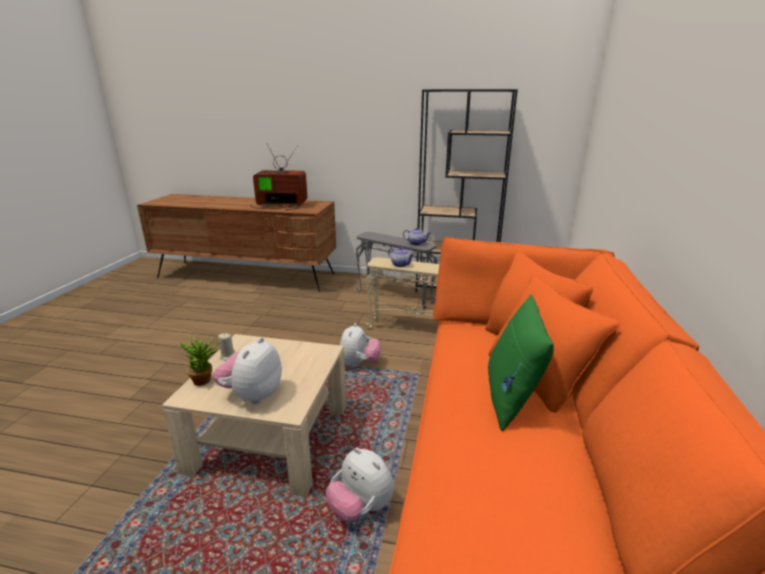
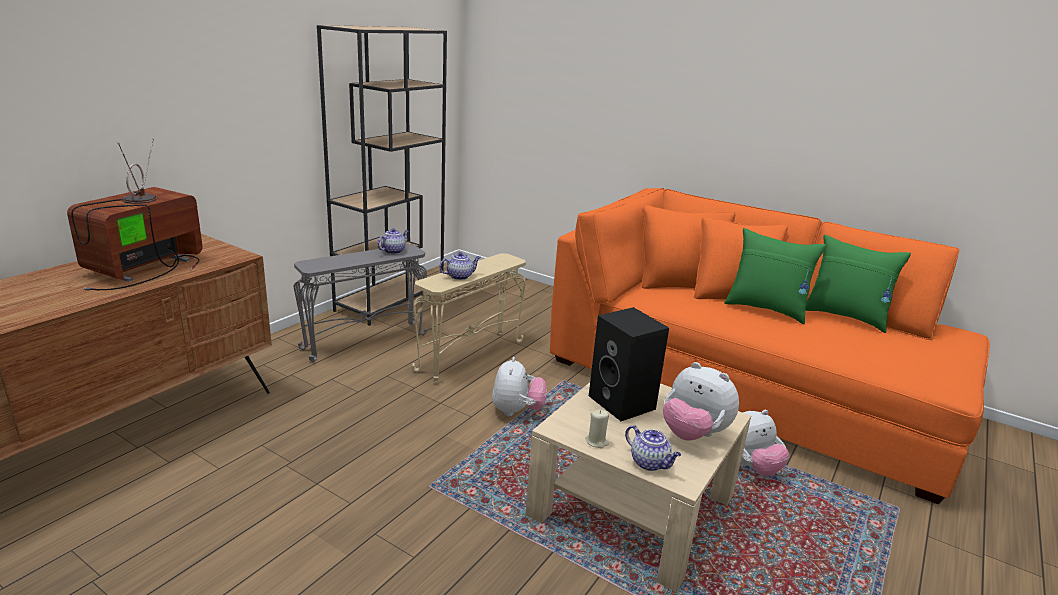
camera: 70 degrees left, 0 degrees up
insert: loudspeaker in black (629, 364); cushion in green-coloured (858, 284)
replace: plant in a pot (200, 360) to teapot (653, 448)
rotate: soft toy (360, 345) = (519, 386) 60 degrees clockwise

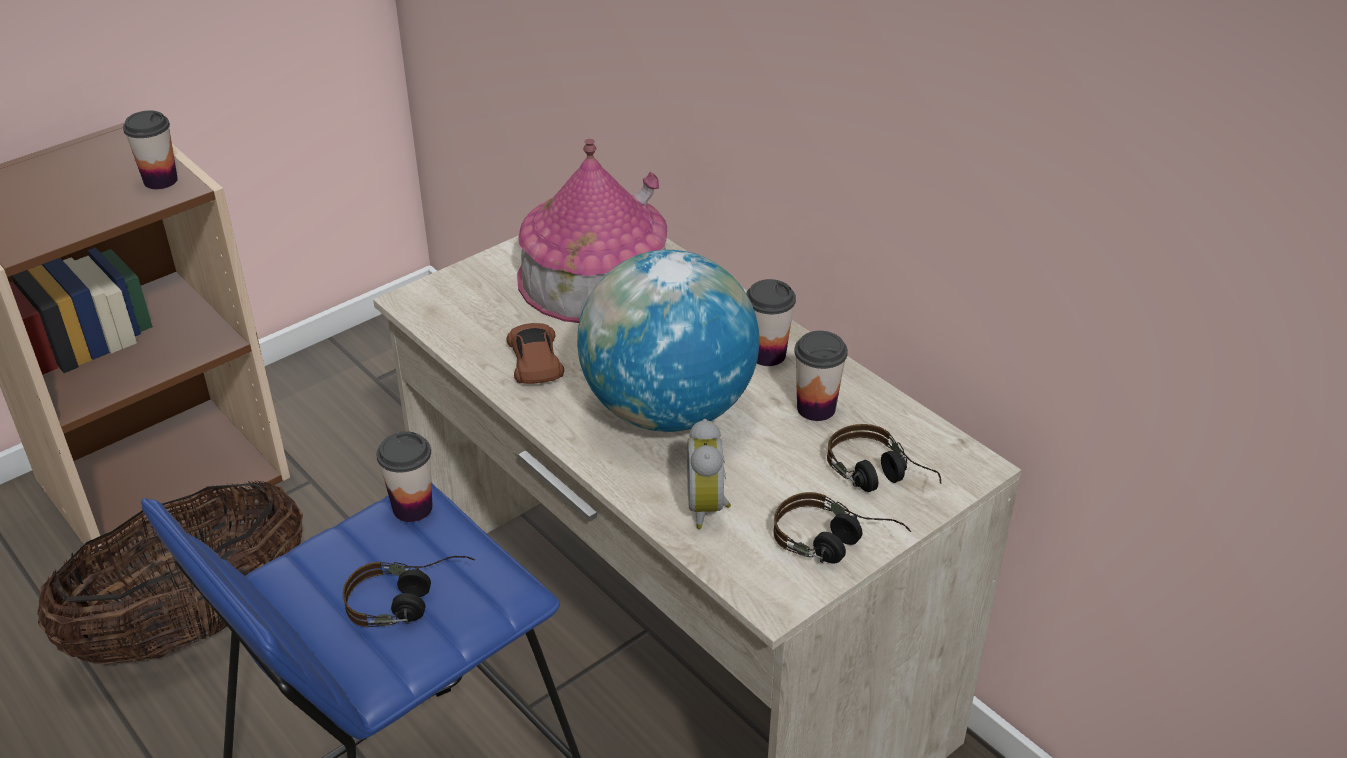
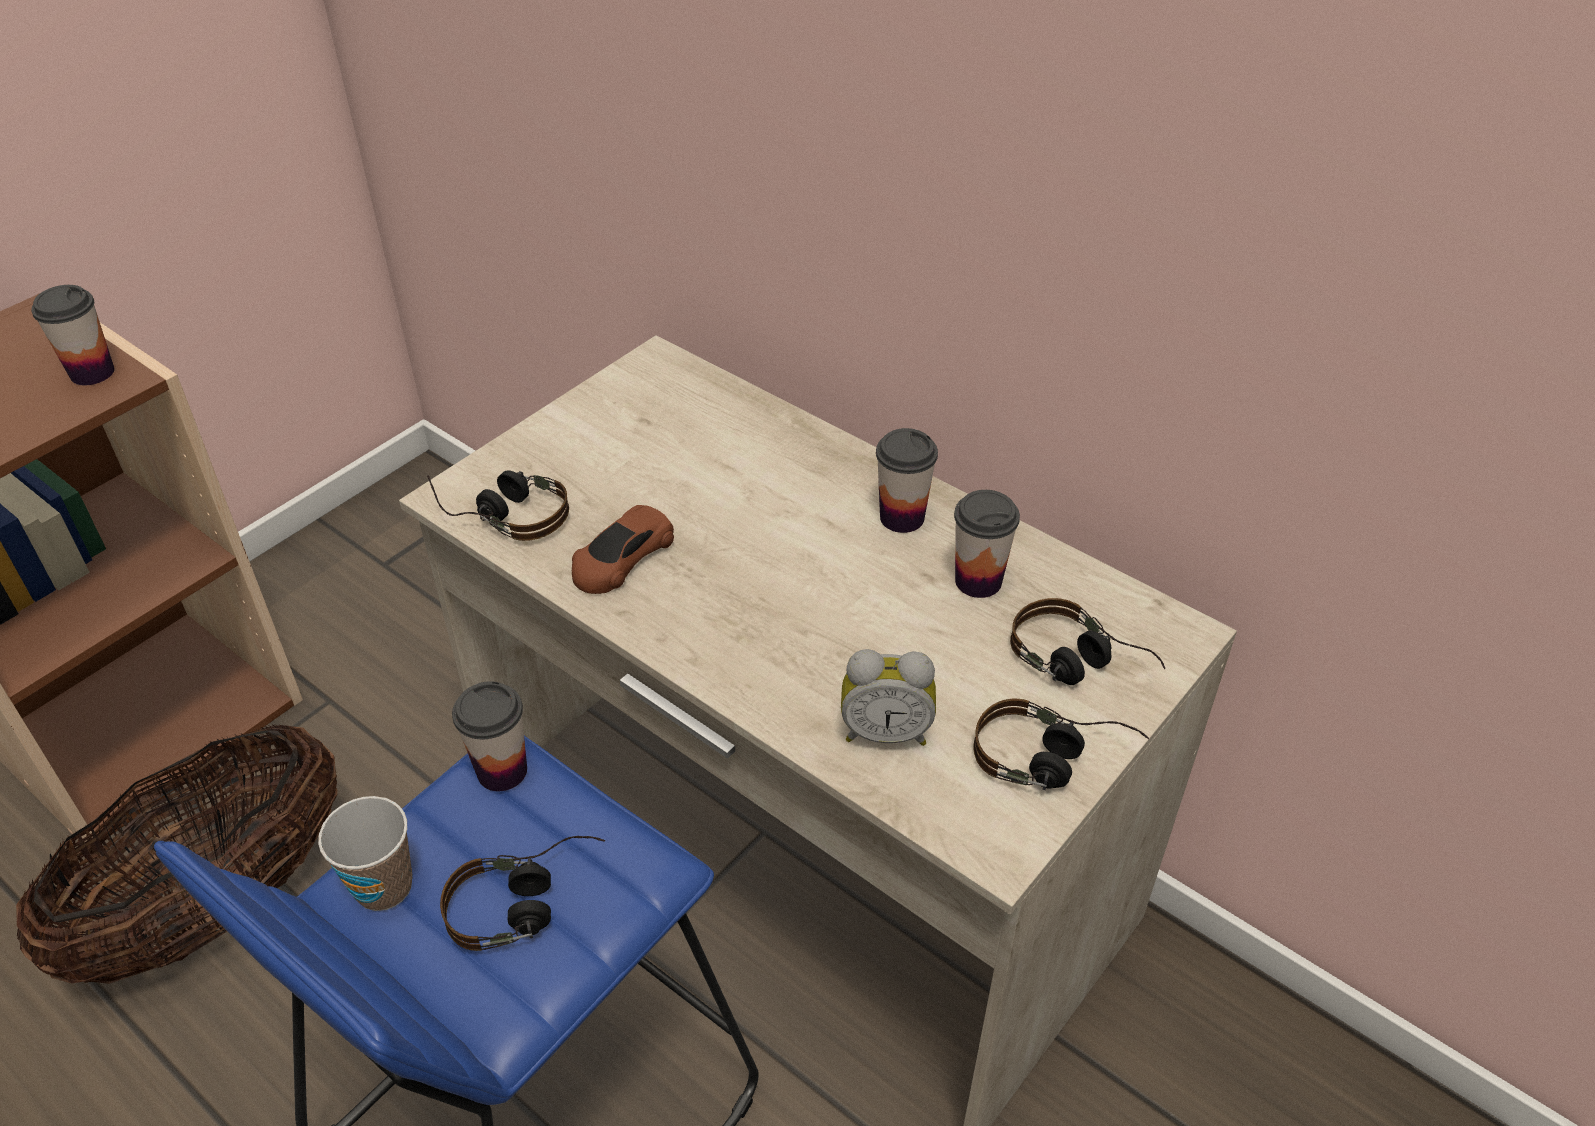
camera: 10 degrees left, 5 degrees up
delete: miniature house (592, 231); world globe (668, 341)
insert: small cup (365, 853); headset (498, 506)
rotate: toy car in brown (535, 353) = (623, 549) 120 degrees counterclockwise; bedside clock (709, 474) = (888, 697) 75 degrees counterclockwise

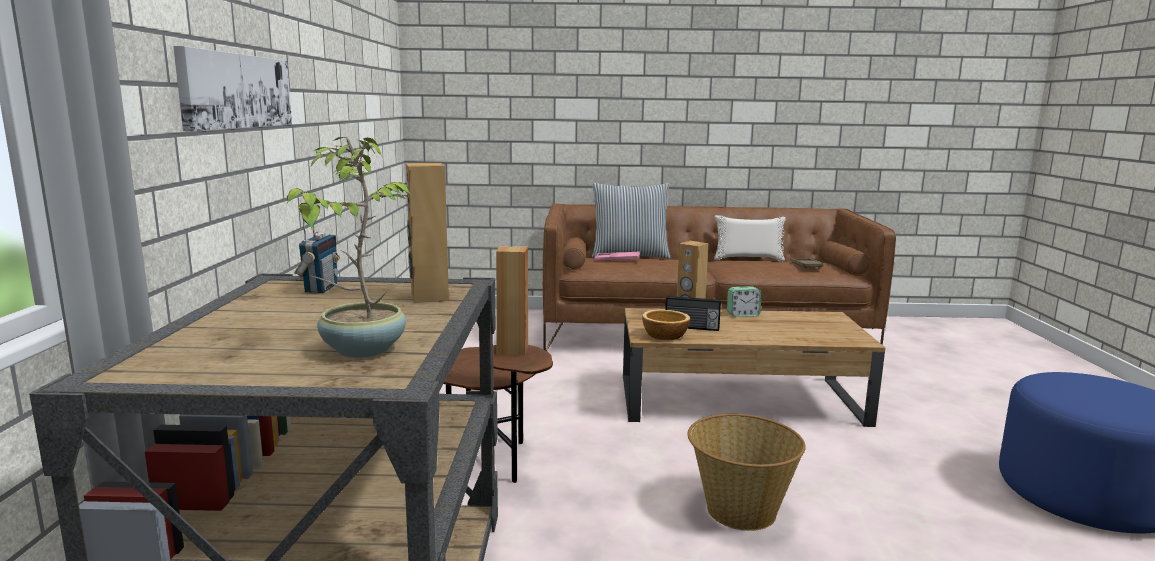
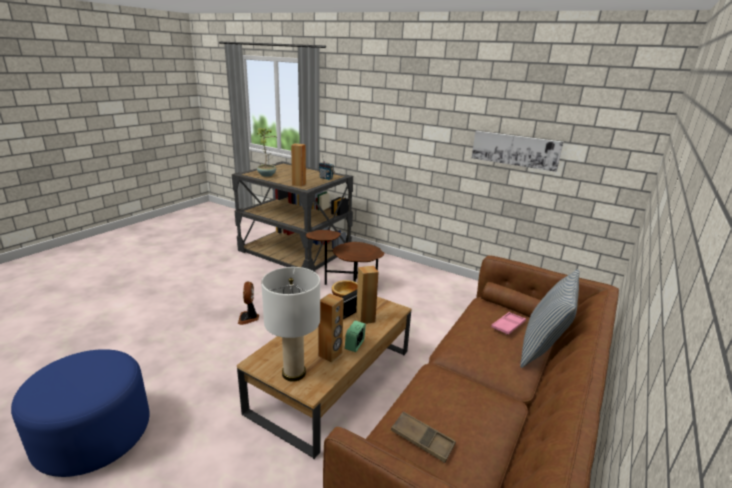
camera: 120 degrees right, 10 degrees up
delete: cushion in whitish (750, 238)
insert: table lamp in whitish (290, 324)
move: loudspeaker in brown (512, 300) to (331, 328); wall picture (232, 88) to (518, 151)
replace: household basket (747, 472) to electric fan (248, 303)

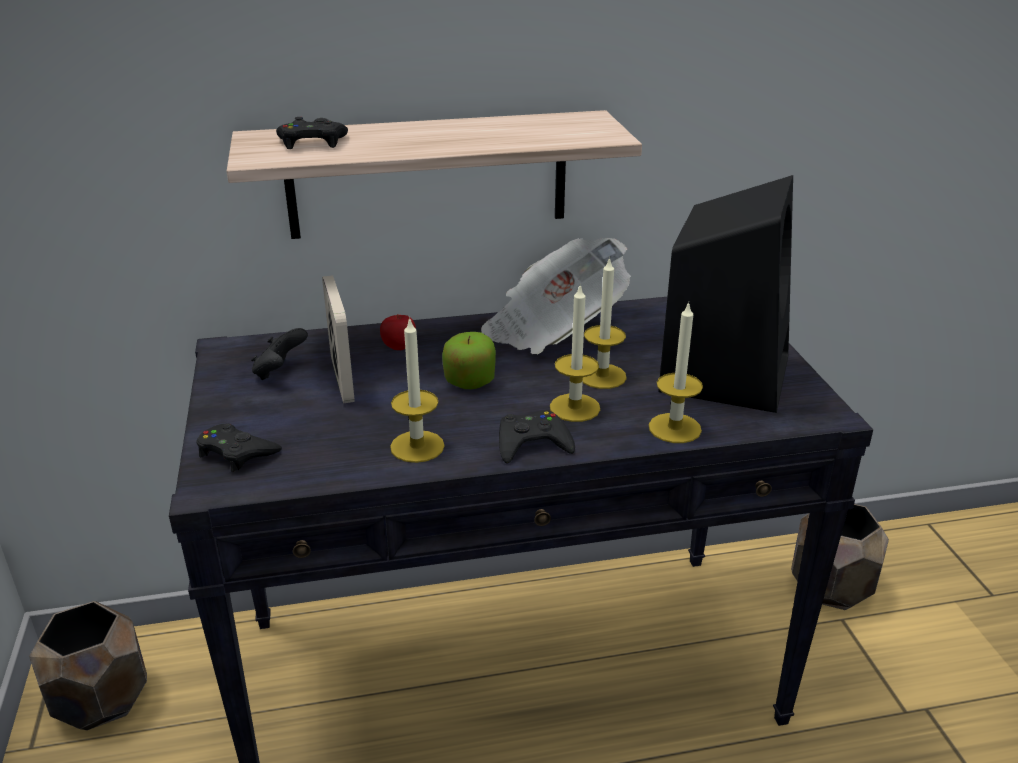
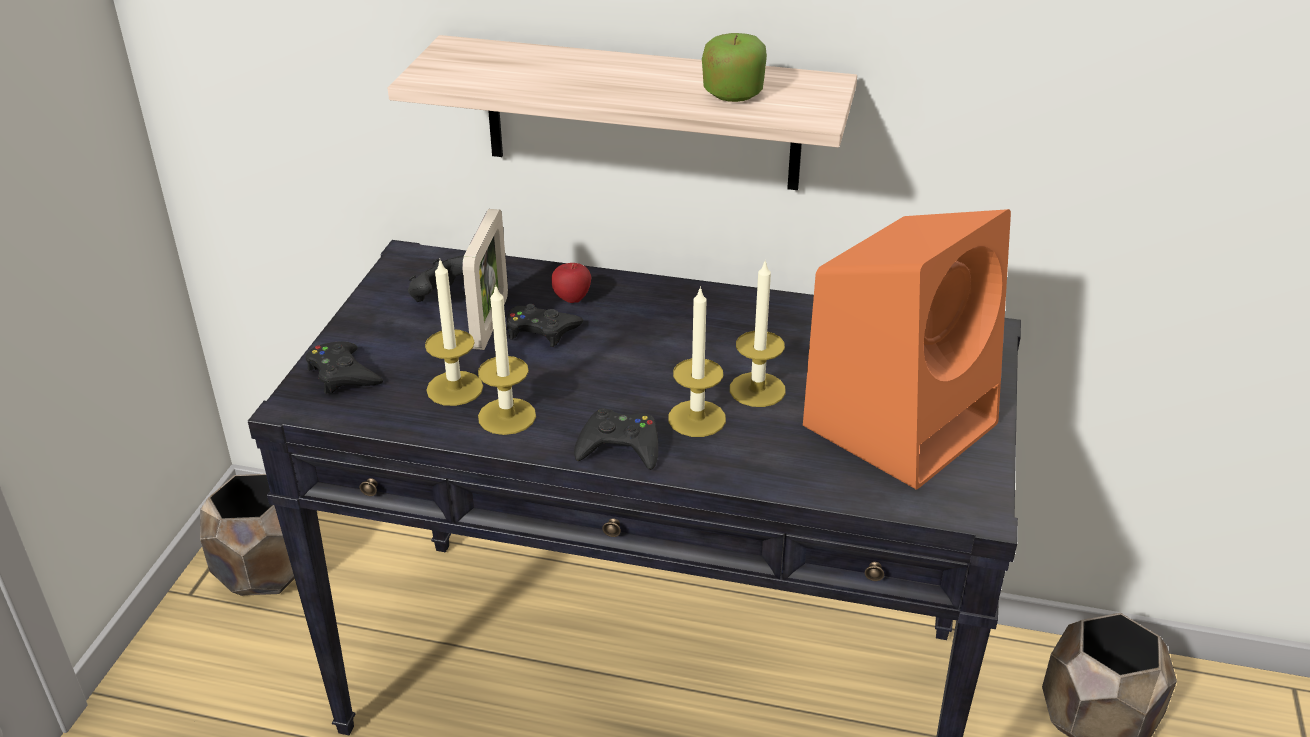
camera: 25 degrees right, 5 degrees up
delete: newspaper (555, 296)
move: wax light (676, 372) to (454, 332); gamepad in black (312, 133) to (545, 325); whole apple (469, 360) to (734, 67)
recolor: loudspeaker in black (725, 294) to loudspeaker in orange (907, 349)

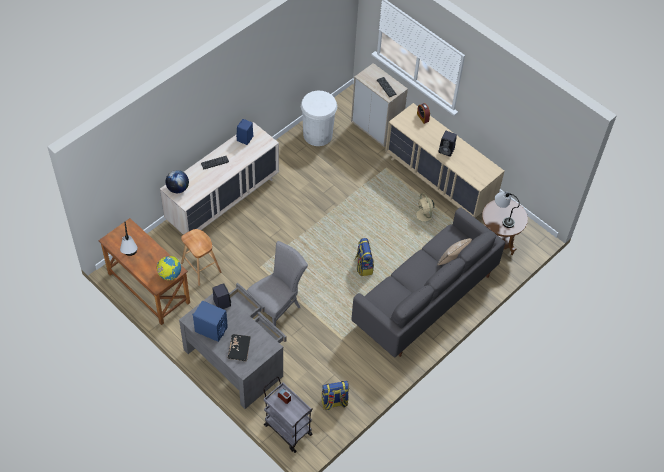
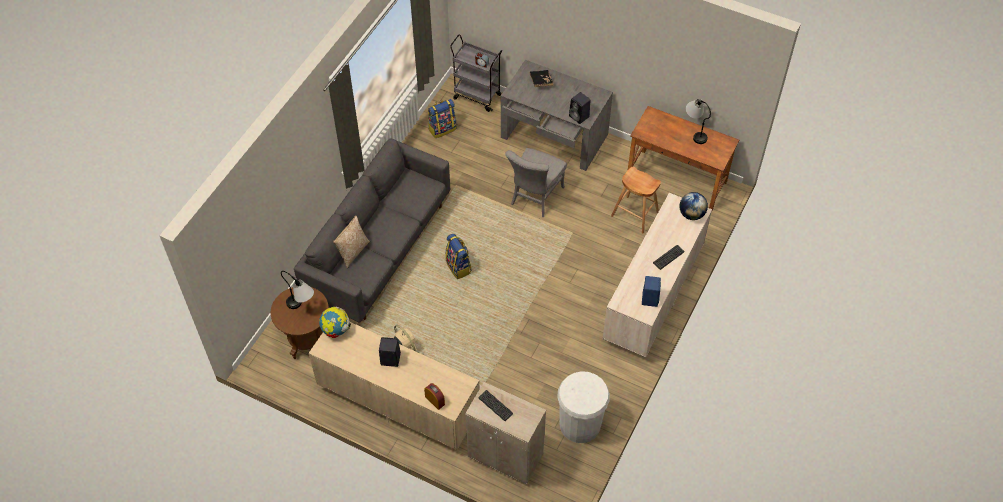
camera: 165 degrees right, 0 degrees up
delete: loudspeaker in bluish (210, 321)
move: world globe (169, 268) to (335, 322)

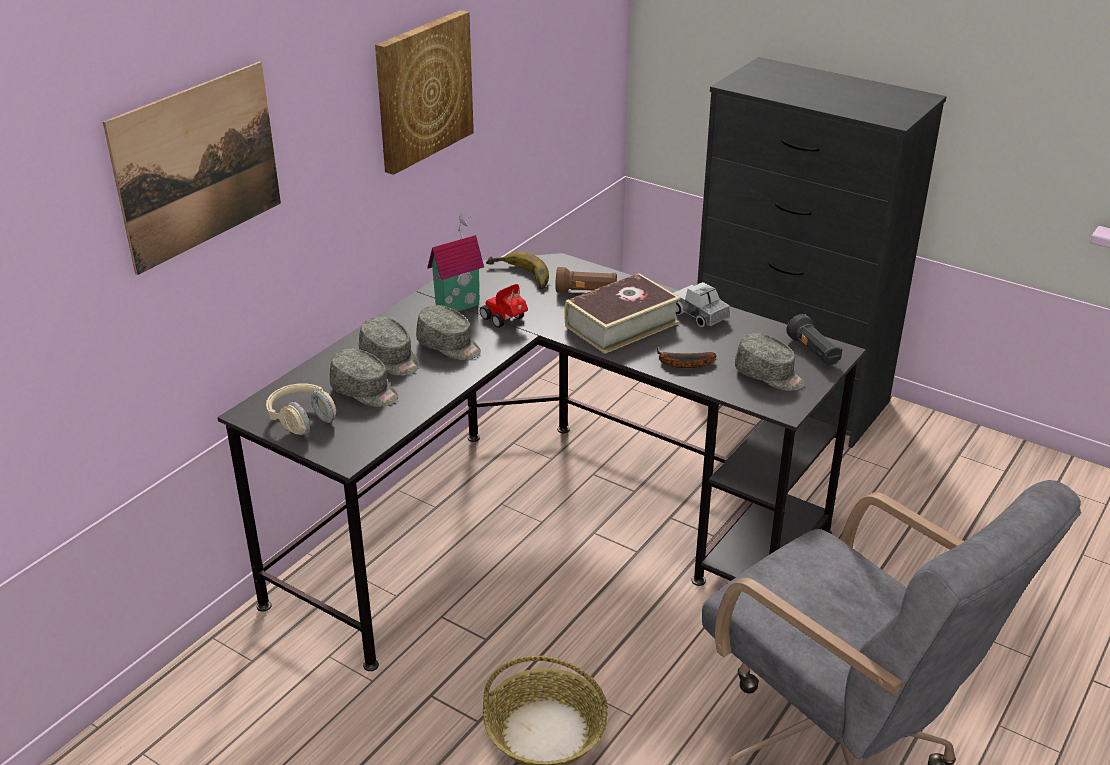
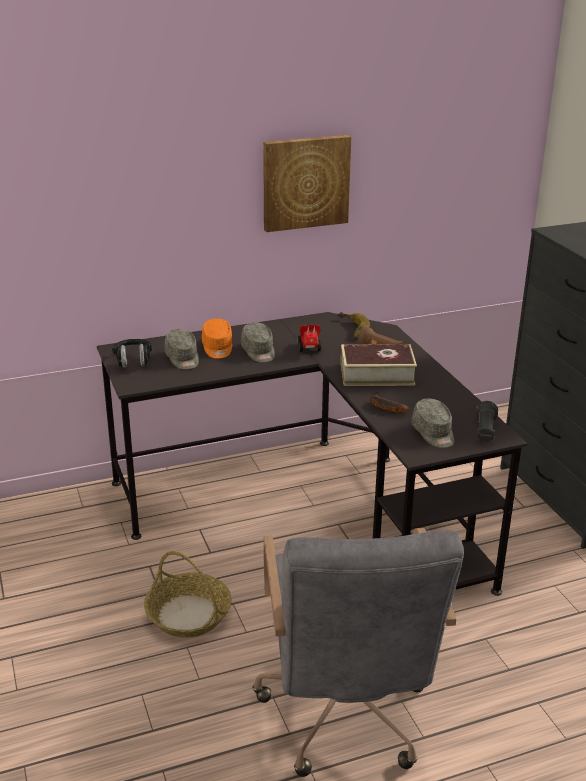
camera: 35 degrees right, 5 degrees down
delete: wall picture (192, 168); miniature house (455, 262); model truck (701, 305)
recolor: headset in sand-coloured (301, 409) to headset in black (132, 353); baseball cap in grey (389, 346) to baseball cap in orange (217, 338)

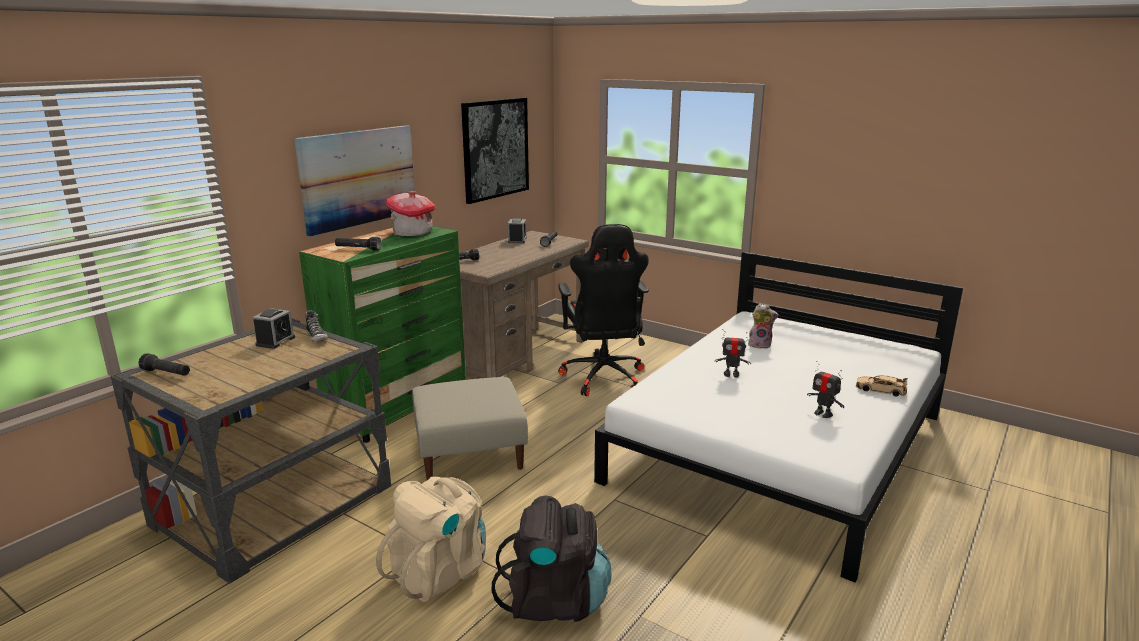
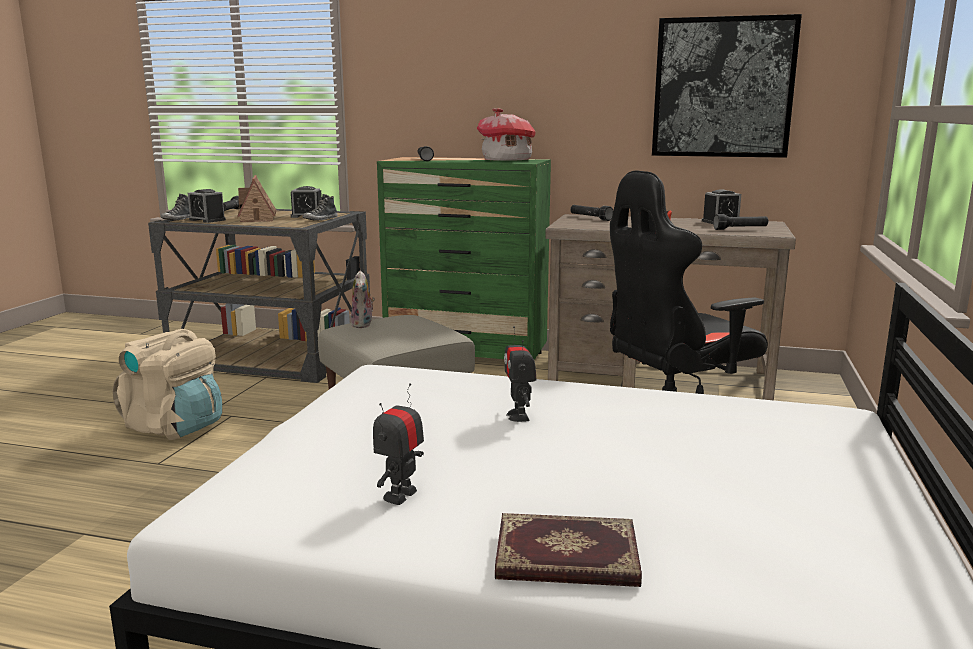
camera: 70 degrees right, 5 degrees down
delete: wall picture (354, 181); backpack in black (551, 558)
insert: item of footwear (175, 207); bedside clock (207, 206); miniature house (257, 198)
move: soft toy (763, 326) to (363, 299)
replace: toy car in sand-coloured (882, 386) to bound book (568, 550)

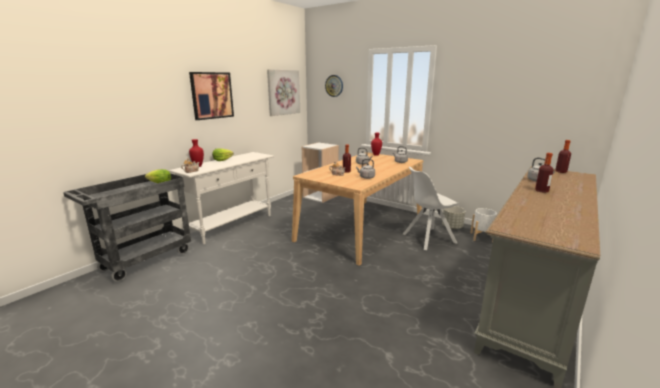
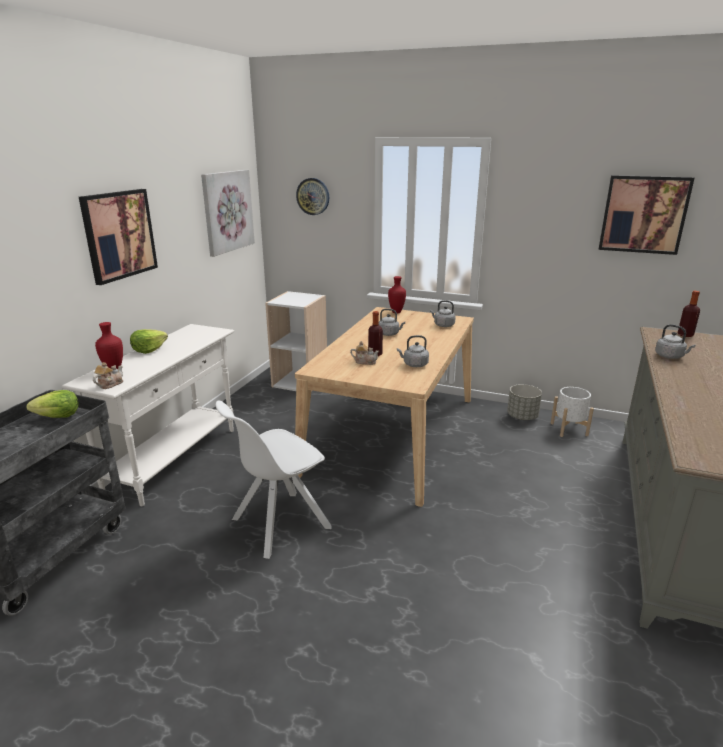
camera: 15 degrees left, 5 degrees up
delete: bottle (544, 173)
insert: wall picture (647, 215)
move: plain chair in whitish (431, 208) to (274, 480)

